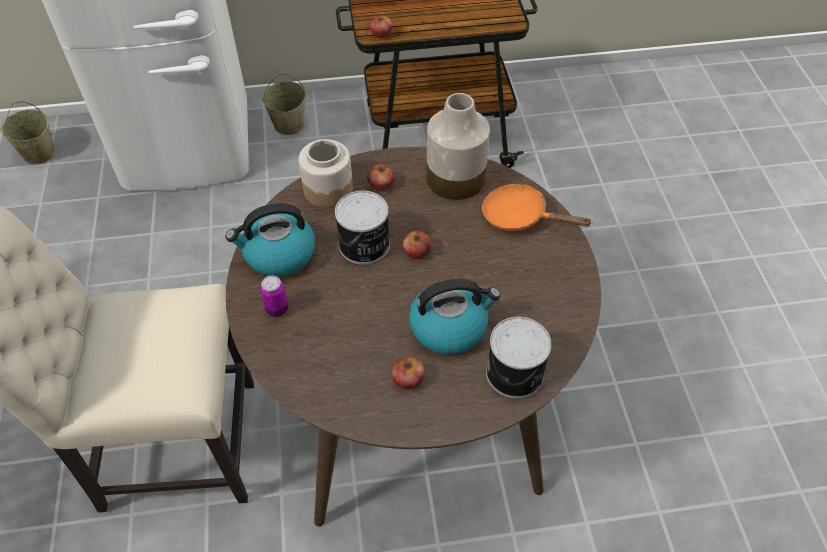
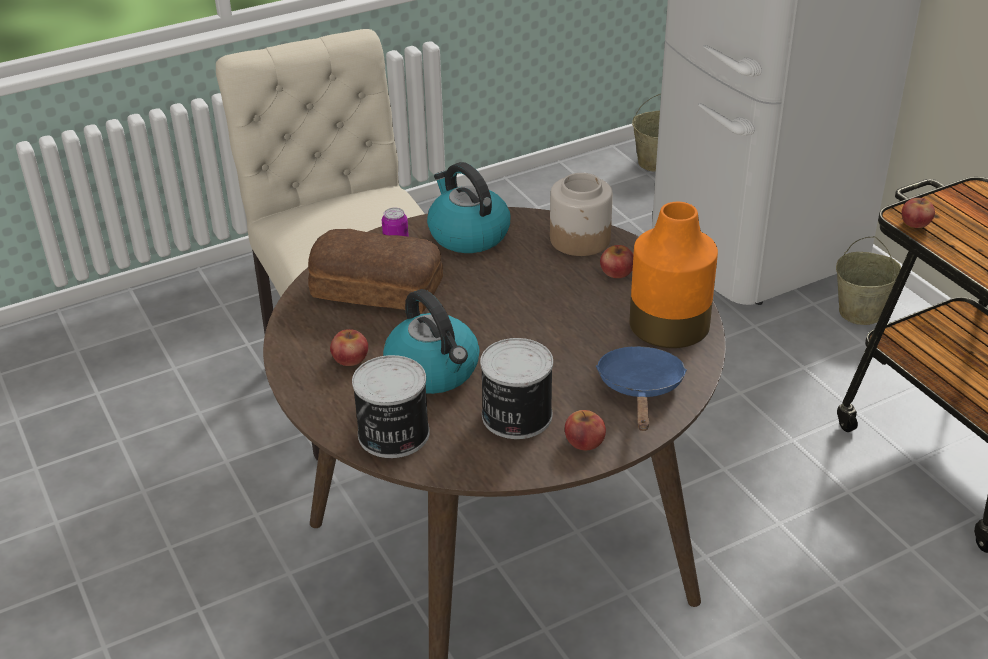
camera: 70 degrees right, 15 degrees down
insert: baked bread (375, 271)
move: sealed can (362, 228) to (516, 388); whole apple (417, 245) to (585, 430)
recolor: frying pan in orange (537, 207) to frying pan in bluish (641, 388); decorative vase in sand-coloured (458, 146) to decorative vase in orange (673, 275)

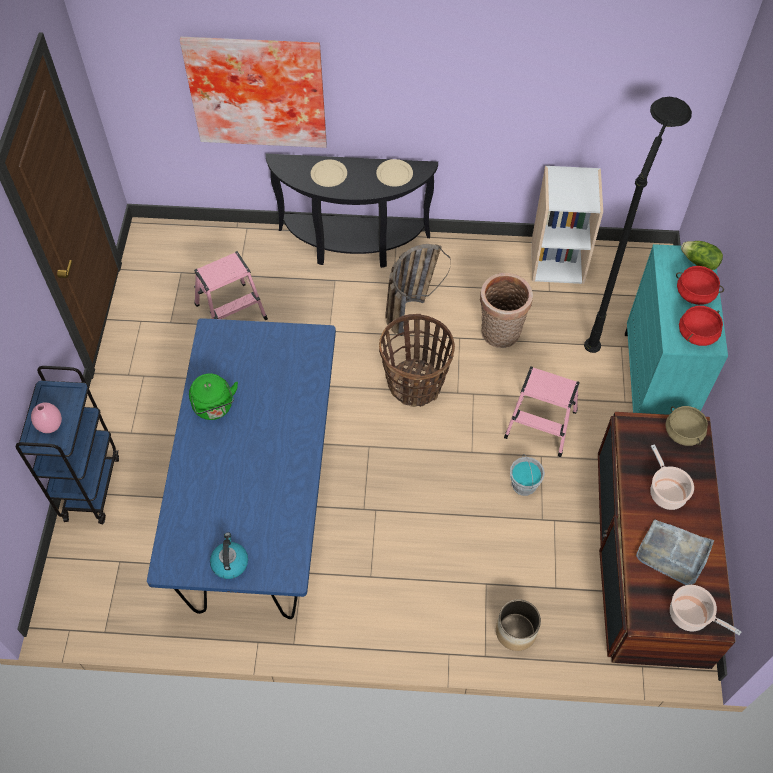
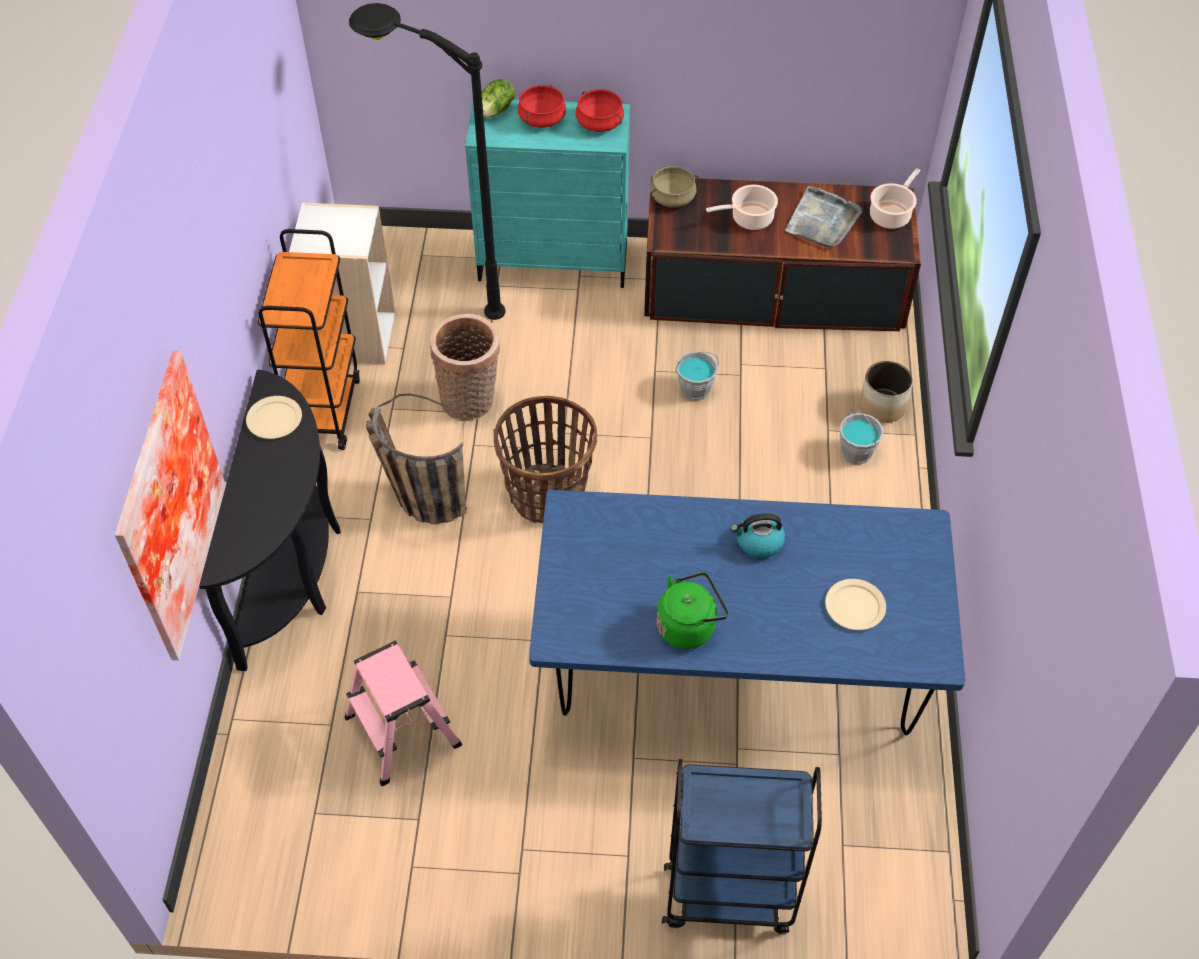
camera: 90 degrees left, 5 degrees down
delete: decorative vase in pink-coloured (46, 417); step ladder in pink-coloured (542, 411)
insert: wheeled cart in orange (309, 339); pail in grey (862, 436)
move: water kettle (229, 555) to (758, 535); flat dish in sand-coloured (329, 173) to (855, 604)

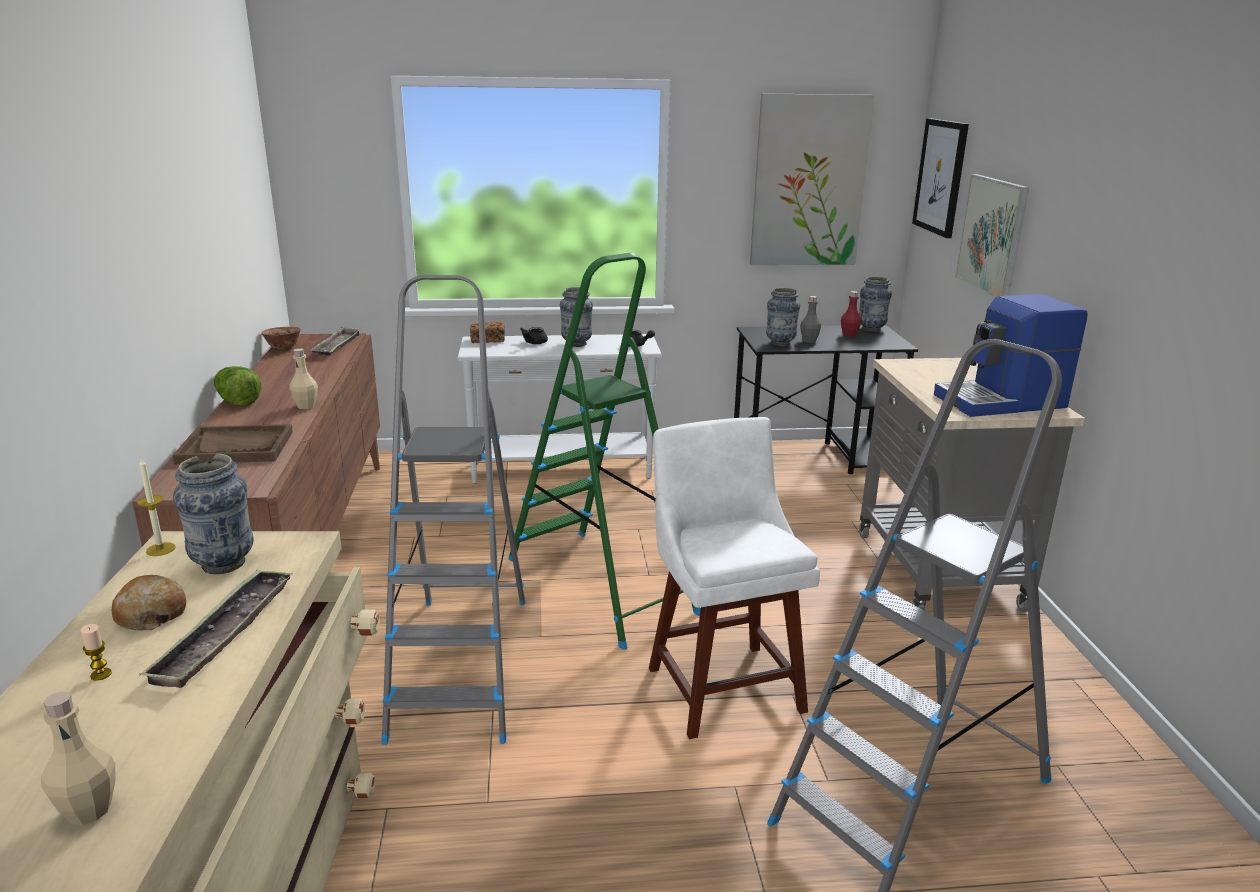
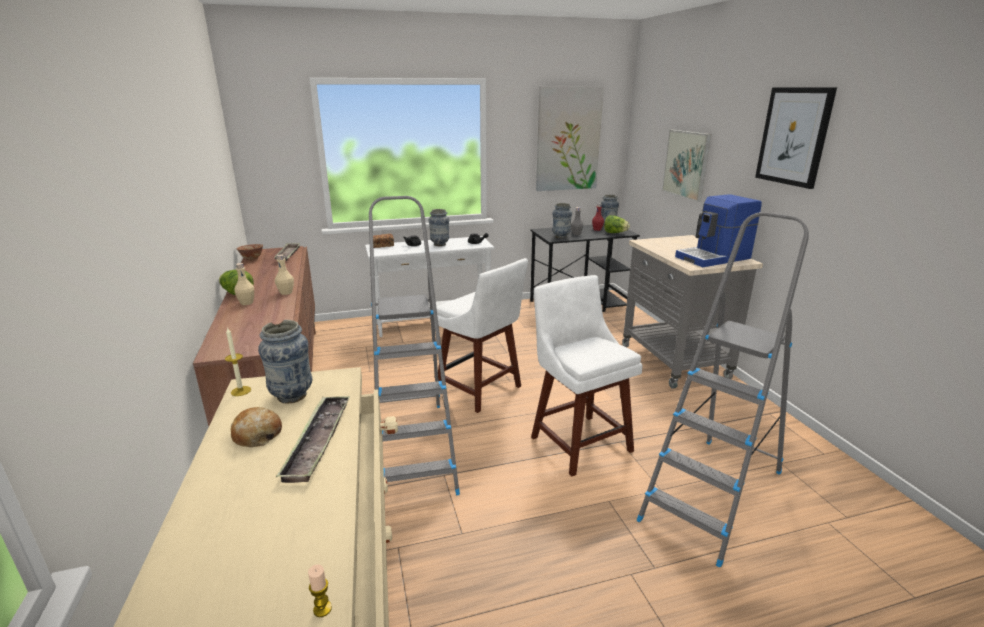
camera: 10 degrees left, 0 degrees up
delete: tray in brown (232, 444)
insert: lettuce head (617, 224)
move: bottle in sand-coloured (78, 758) to (244, 284); wax light (96, 652) to (320, 591); wall picture (940, 178) to (796, 138)
replace: step ladder in green-coloured (604, 451) to plain chair in whitish (482, 335)

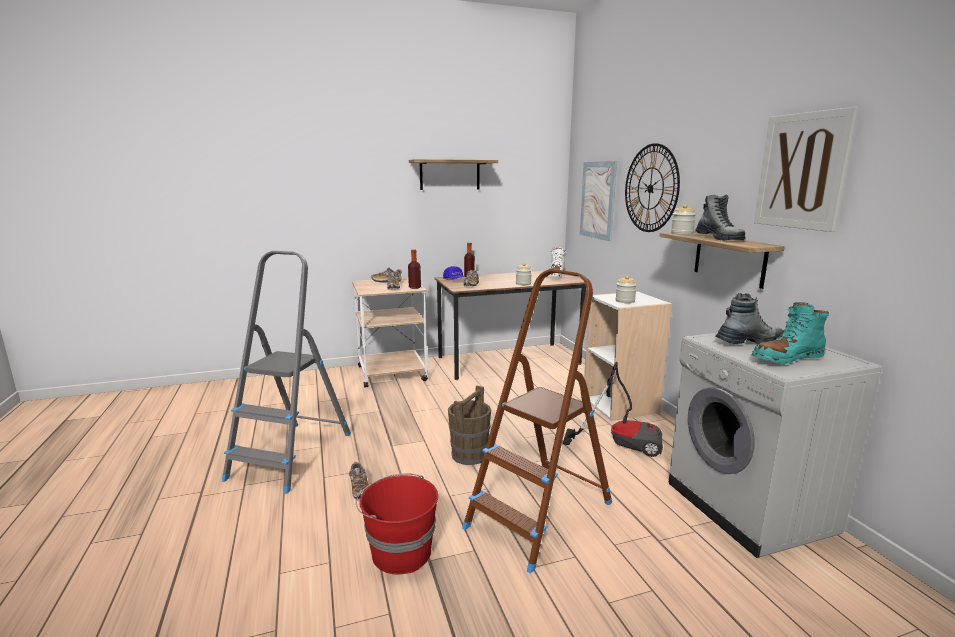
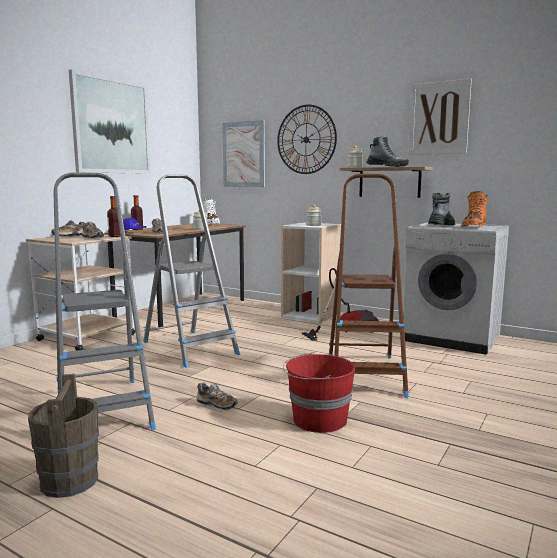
camera: 40 degrees left, 5 degrees down
insert: step ladder in grey (191, 271)
move: pail in brown (469, 425) to (63, 436)
replace: bracket shelf (453, 174) to wall picture (110, 121)
recolor: boot in turquoise-coloured (790, 333) to boot in orange (475, 209)

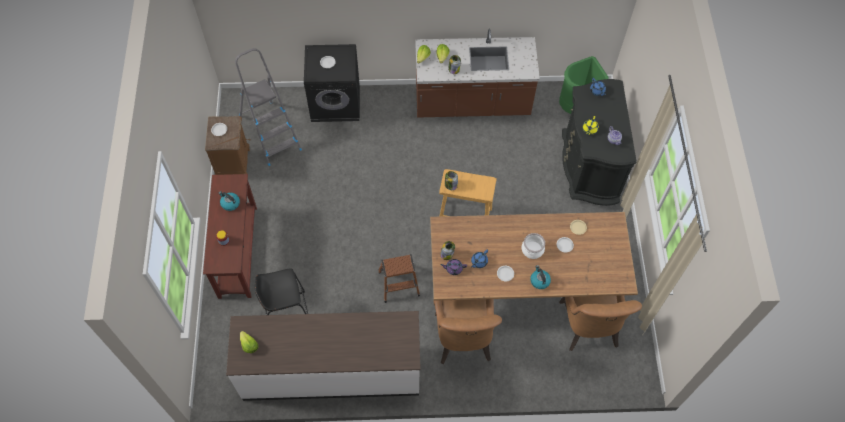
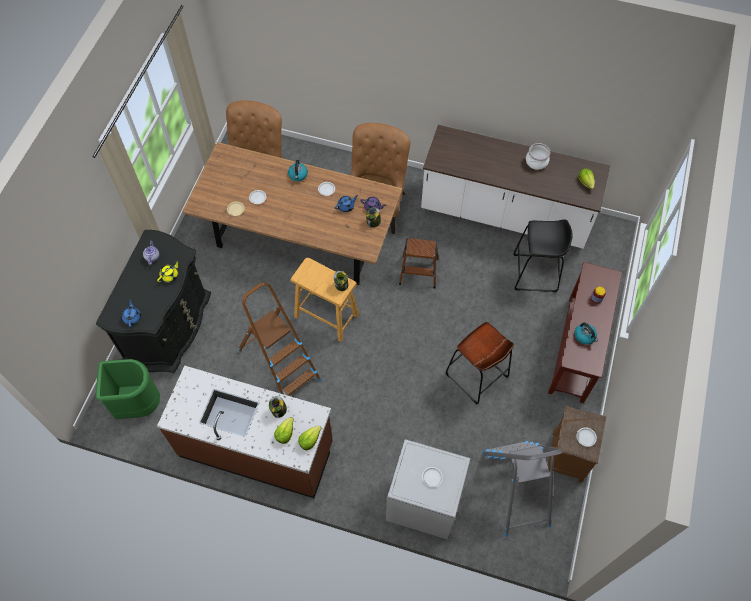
camera: 160 degrees left, 0 degrees up
insert: step ladder in brown (279, 339); stool in brown (480, 363)
move: stockpot (533, 246) to (538, 156)
recolor: laundry machine in black (332, 83) to laundry machine in whitish (428, 489)

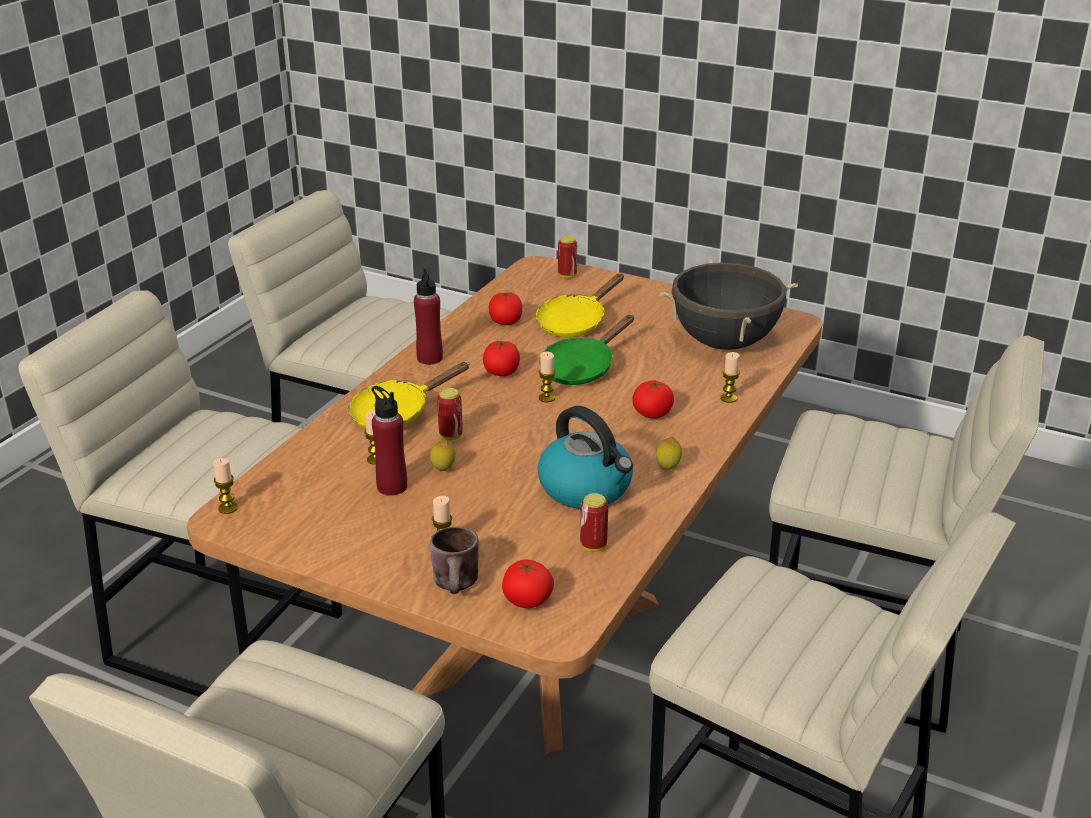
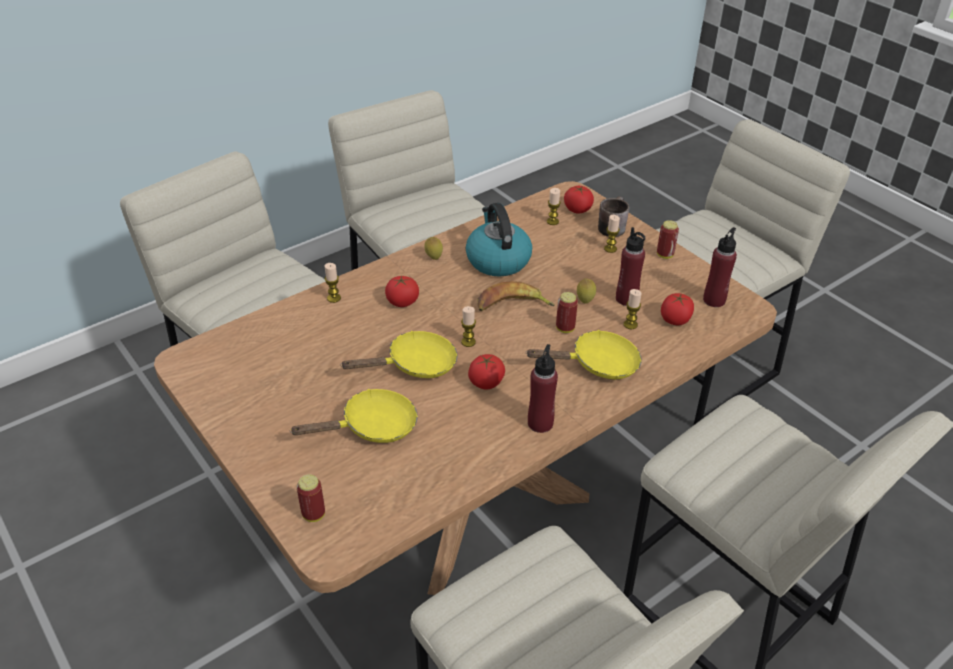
camera: 155 degrees left, 10 degrees up
delete: stockpot in black (728, 304)
insert: banana fruit (516, 296); bottle in red (720, 267)
move: wax light (225, 486) to (554, 206); sealed can (594, 522) to (668, 239); whole tomato (505, 308) to (677, 309)
recolor: frying pan in green-coloured (586, 350) to frying pan in yellow-coloured (399, 354)

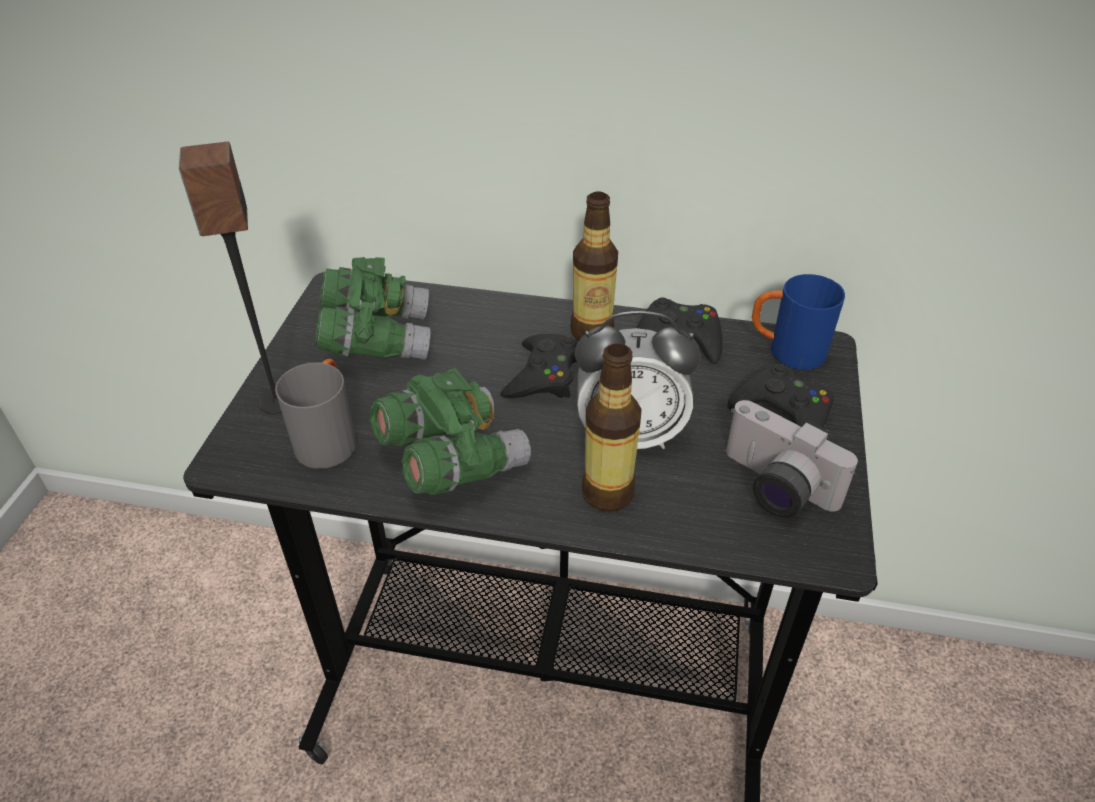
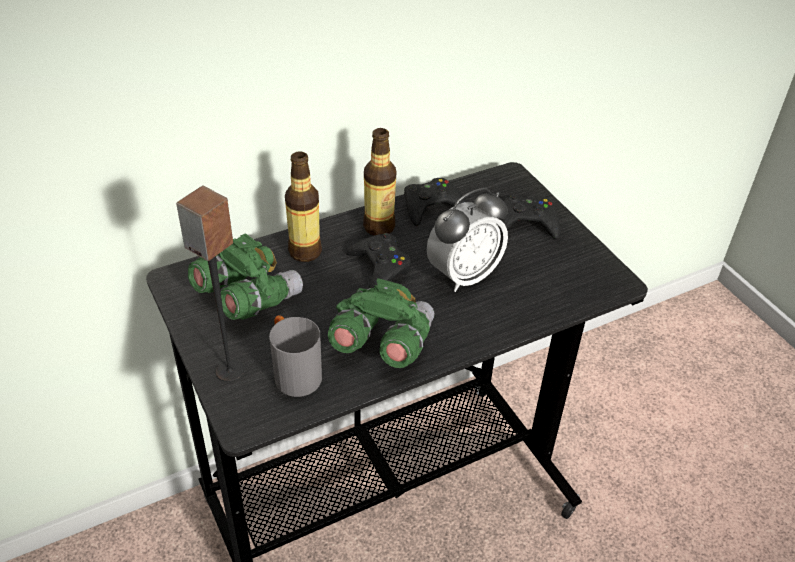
camera: 40 degrees left, 0 degrees up
delete: photo camera (792, 459); coffee mug in bluish (798, 322)
move: bottle (611, 428) to (303, 206)

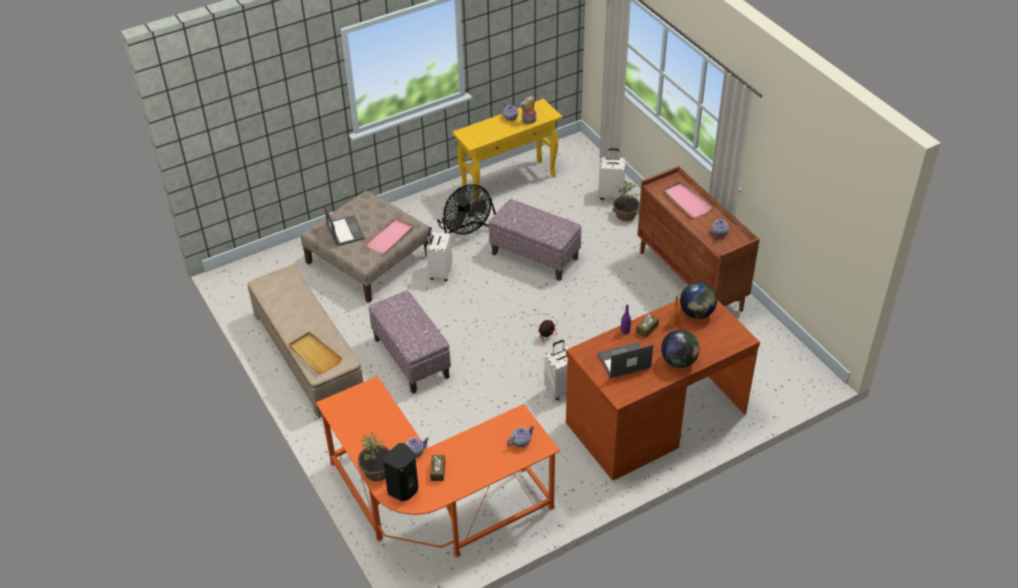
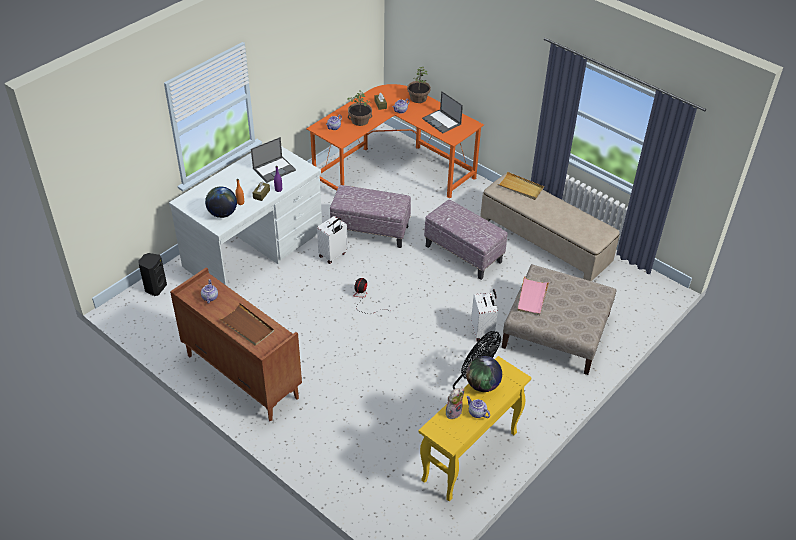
camera: 160 degrees right, 0 degrees up
delete: piece of luggage in whitish (612, 174)
move: loudspeaker in black (400, 472) to (153, 274); pouffe (535, 240) to (370, 216); plant in a pot (626, 201) to (359, 108); notebook computer (344, 224) to (442, 112); world globe (680, 349) to (484, 374)
recolor: desk table in brown (663, 390) to desk table in whitish (245, 213); tray in pink-coloured (688, 199) to tray in brown (247, 324)

